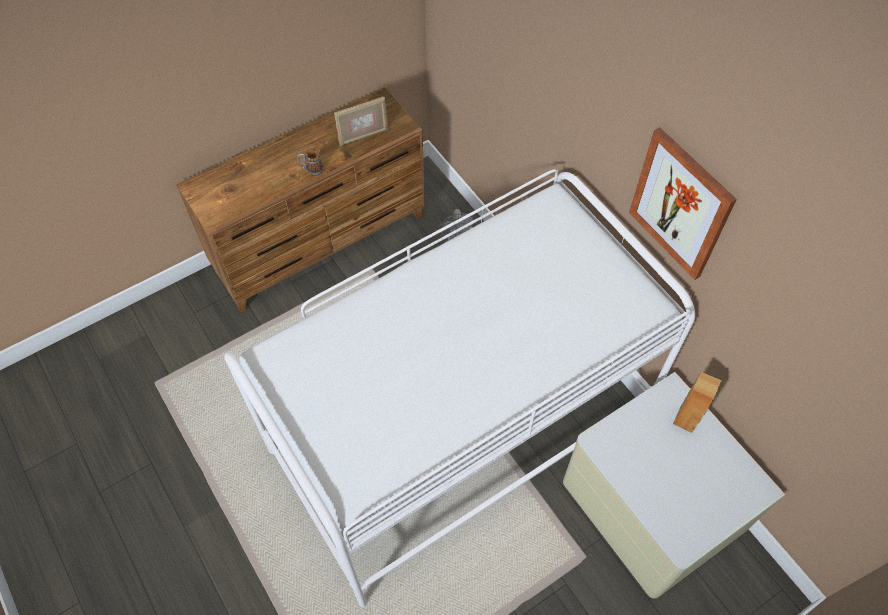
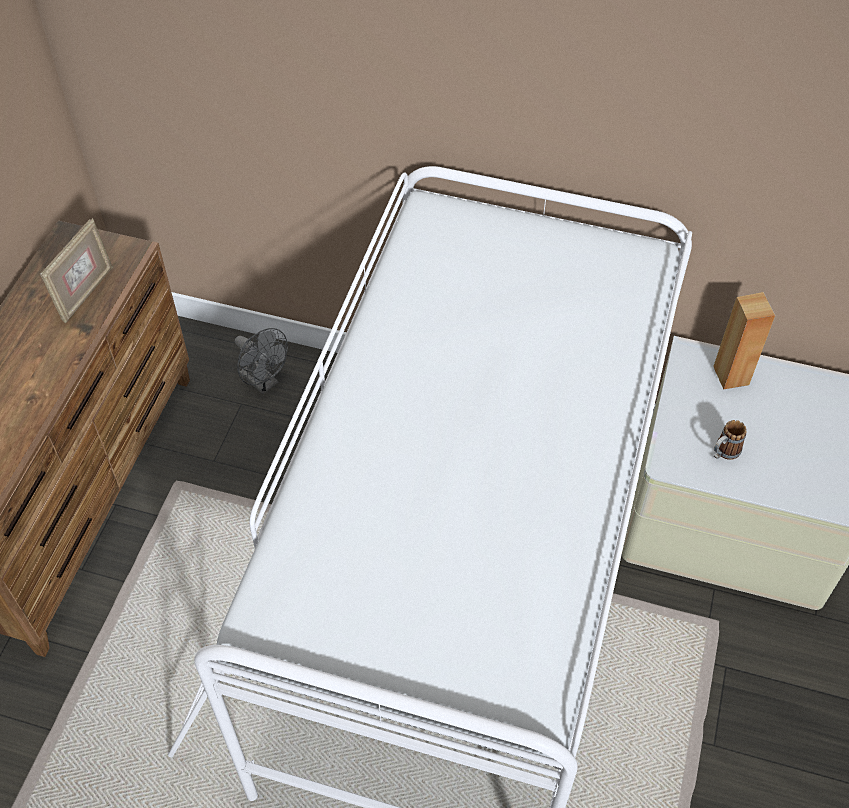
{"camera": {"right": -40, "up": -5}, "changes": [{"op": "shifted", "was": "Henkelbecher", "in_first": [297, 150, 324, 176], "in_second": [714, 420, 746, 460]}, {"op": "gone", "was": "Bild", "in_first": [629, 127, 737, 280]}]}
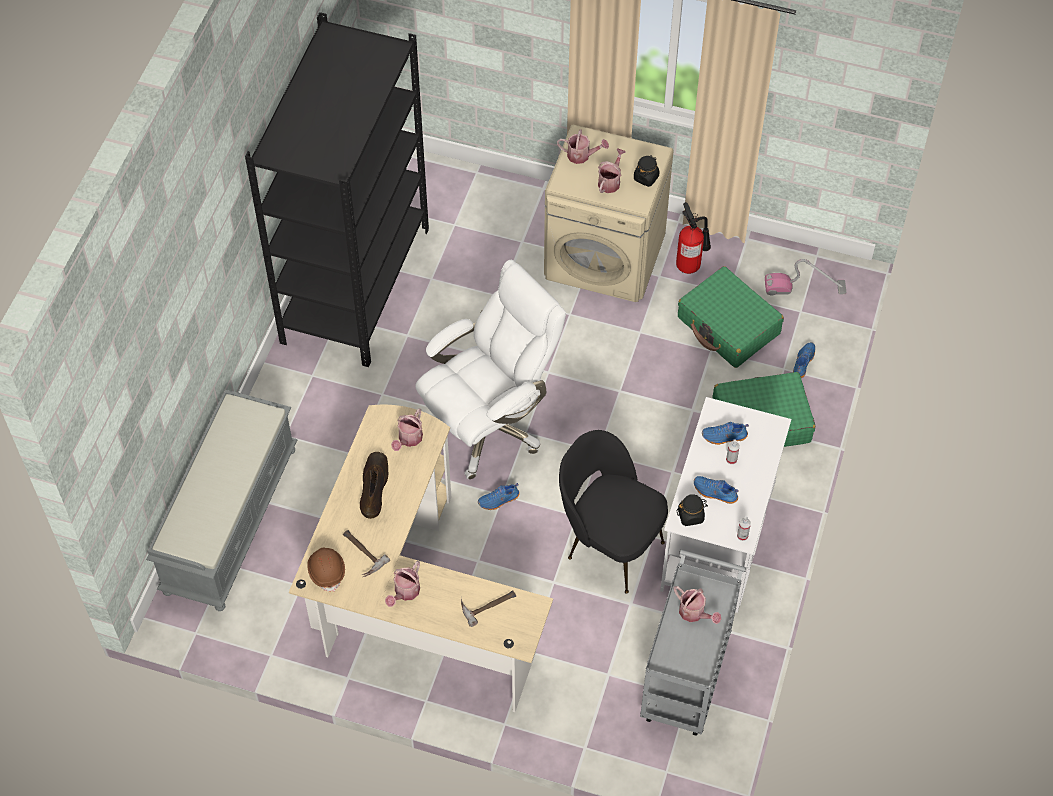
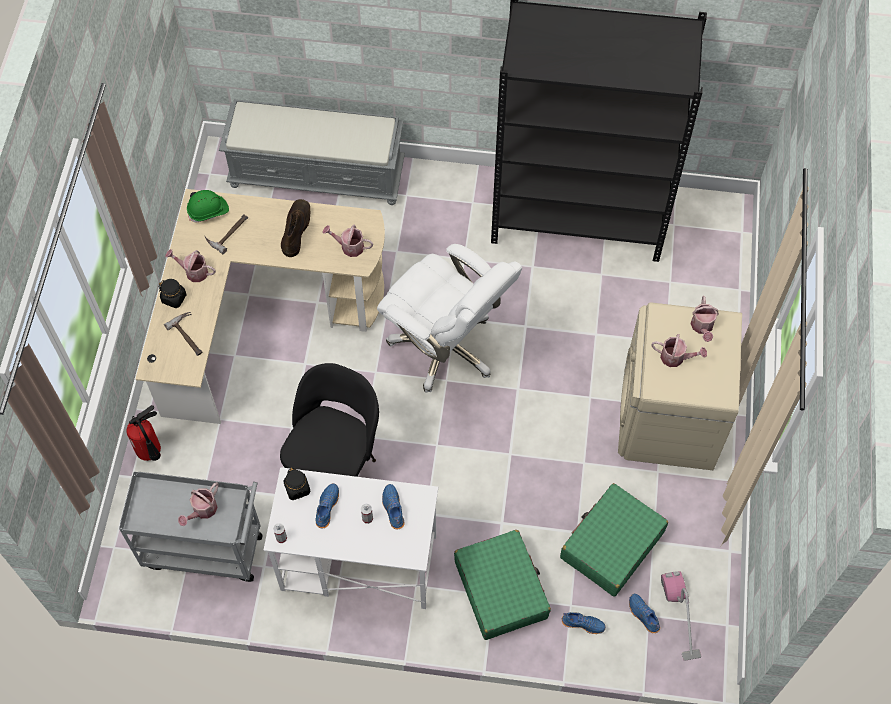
{"camera": {"right": 80, "up": 5}, "changes": [{"op": "repainted", "was": "Schutzhelm (braun)", "now": "Schutzhelm (grün)", "in_first": [307, 547, 345, 592], "in_second": [187, 190, 229, 222]}, {"op": "rotated", "was": "Stiefel (braun)", "in_first": [360, 452, 388, 519], "in_second": [281, 199, 310, 257], "clockwise": -75}, {"op": "shifted", "was": "Schuh (blau)", "in_first": [478, 483, 519, 510], "in_second": [629, 594, 660, 633]}, {"op": "shifted", "was": "Vorratsglas (schwarz)", "in_first": [634, 155, 660, 187], "in_second": [159, 279, 187, 308]}, {"op": "shifted", "was": "Feuerlöscher", "in_first": [676, 202, 711, 274], "in_second": [126, 405, 161, 461]}]}
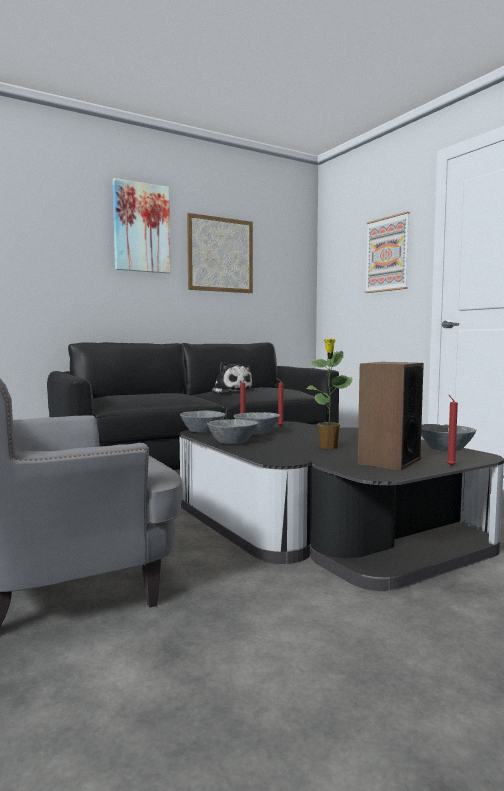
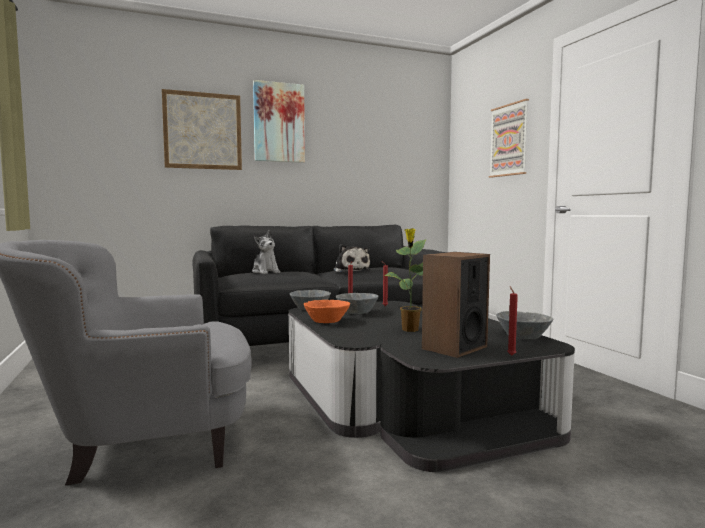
{"camera": {"right": 10, "up": 0}, "changes": [{"op": "shifted", "was": "Bild", "in_first": [187, 213, 253, 293], "in_second": [162, 89, 242, 170]}, {"op": "repainted", "was": "Schüssel (grau)", "now": "Schüssel (orange)", "in_first": [207, 419, 258, 444], "in_second": [304, 300, 350, 323]}, {"op": "new", "now": "Plüschtier", "in_second": [252, 230, 280, 274]}]}
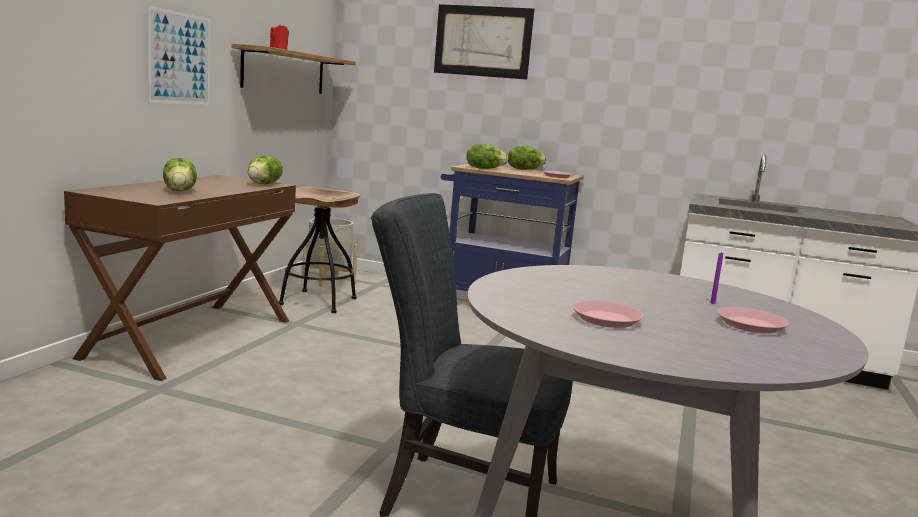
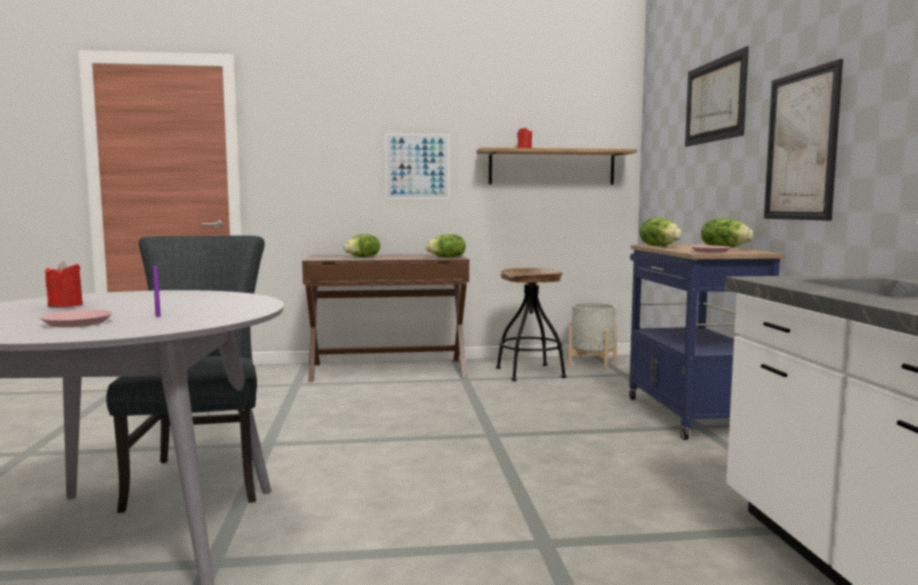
{"camera": {"right": 65, "up": -5}, "changes": [{"op": "swapped", "was": "Teller (rosa)", "now": "Kerze (rot)", "in_first": [573, 301, 643, 328], "in_second": [45, 261, 83, 307]}, {"op": "new", "now": "Bild", "in_second": [764, 59, 843, 221]}]}
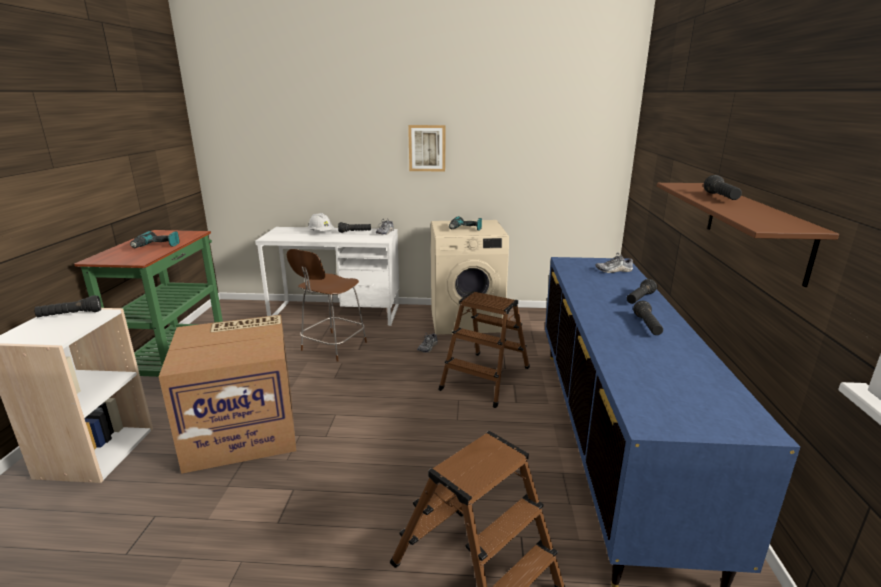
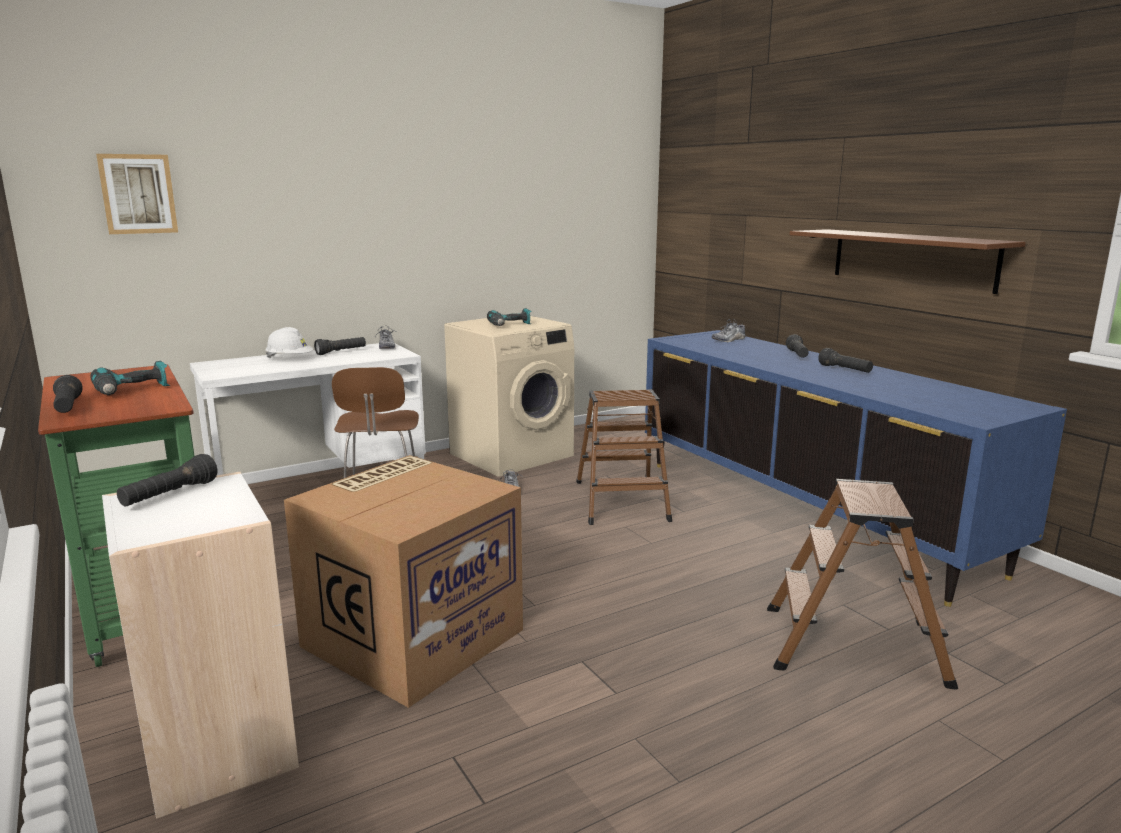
{"camera": {"right": -35, "up": -5}, "changes": [{"op": "shifted", "was": "Bild", "in_first": [408, 125, 445, 172], "in_second": [96, 154, 178, 234]}, {"op": "shifted", "was": "Taschenlampe (schwarz)", "in_first": [704, 175, 742, 200], "in_second": [53, 375, 82, 413]}]}
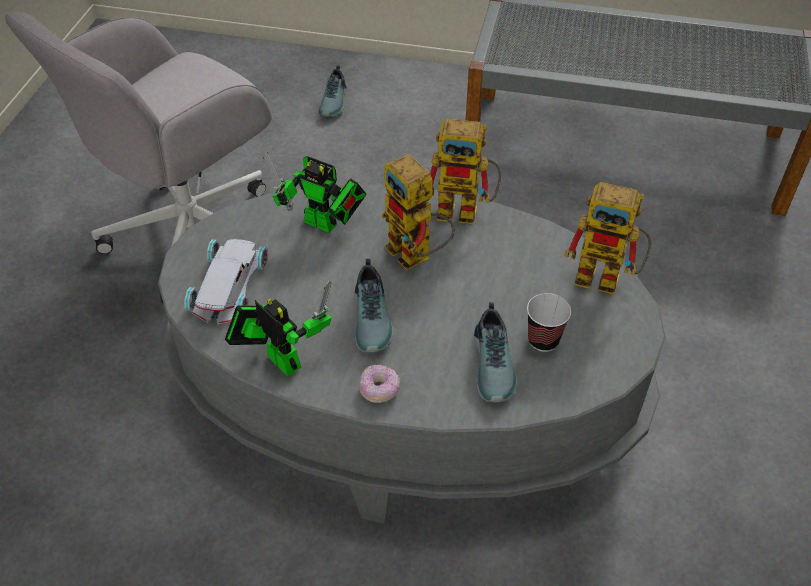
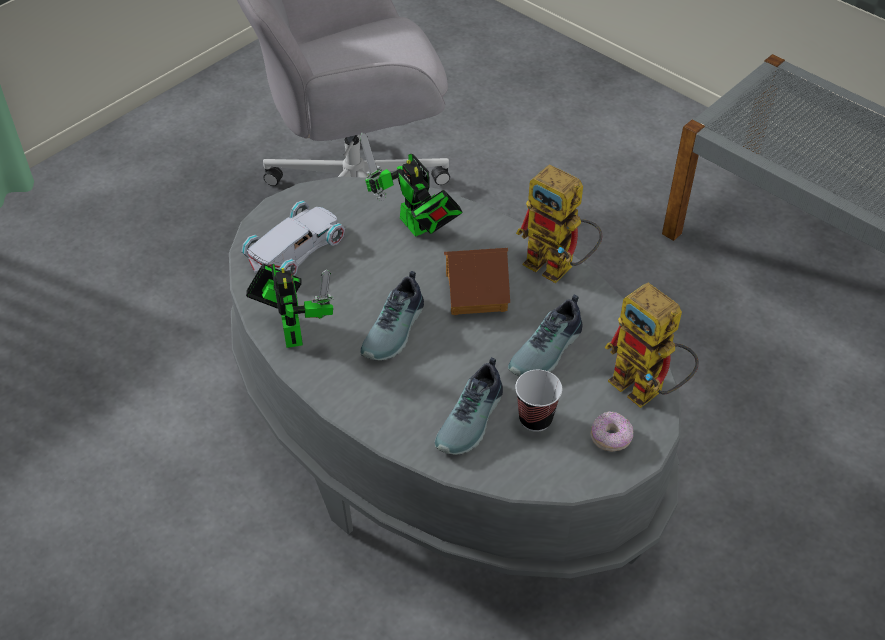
{"camera": {"right": 30, "up": 0}, "changes": [{"op": "shifted", "was": "Schuh", "in_first": [319, 65, 347, 117], "in_second": [508, 294, 582, 377]}, {"op": "shifted", "was": "Donut", "in_first": [359, 364, 400, 403], "in_second": [591, 411, 633, 452]}, {"op": "swapped", "was": "Spielzeugroboter", "now": "Spielzeughaus", "in_first": [382, 154, 455, 271], "in_second": [444, 248, 510, 315]}]}
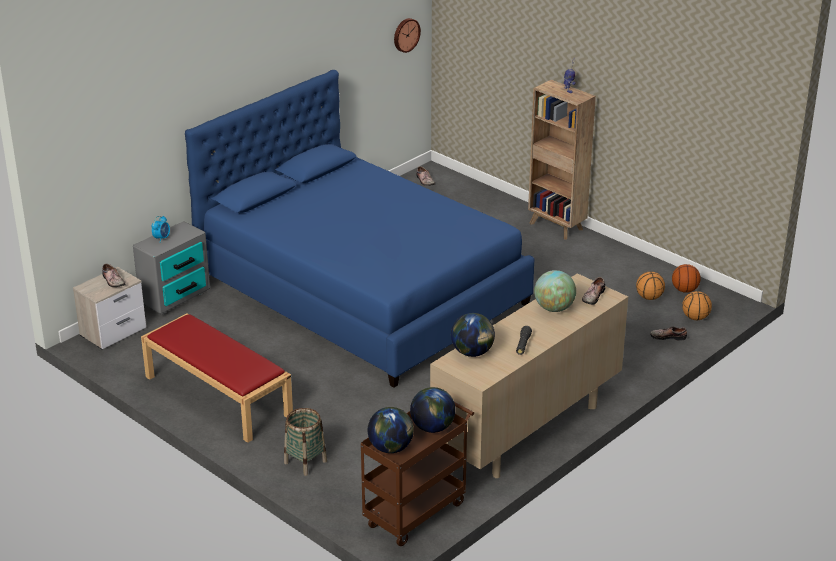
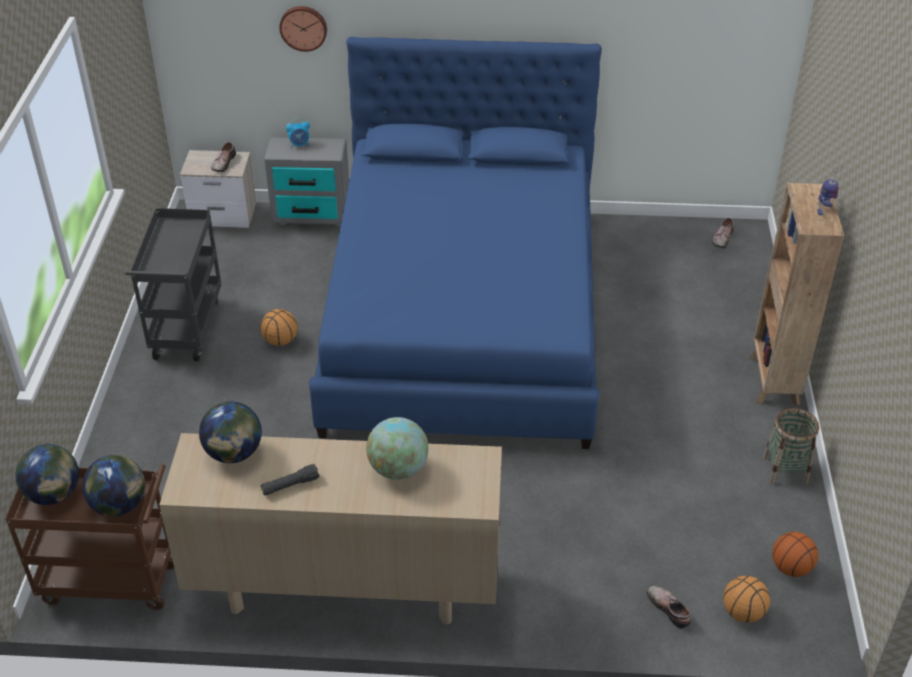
{"camera": {"right": 50, "up": 10}, "changes": [{"op": "swapped", "was": "Bank (rot)", "now": "Rollwagen (grau)", "in_first": [141, 313, 293, 443], "in_second": [125, 208, 222, 361]}, {"op": "shifted", "was": "Korb", "in_first": [284, 408, 327, 476], "in_second": [763, 408, 819, 485]}, {"op": "shifted", "was": "Wanduhr", "in_first": [394, 18, 421, 53], "in_second": [279, 6, 327, 52]}, {"op": "gone", "was": "Schuh", "in_first": [582, 277, 605, 305]}, {"op": "shifted", "was": "Basketball", "in_first": [636, 272, 665, 300], "in_second": [261, 309, 298, 346]}]}
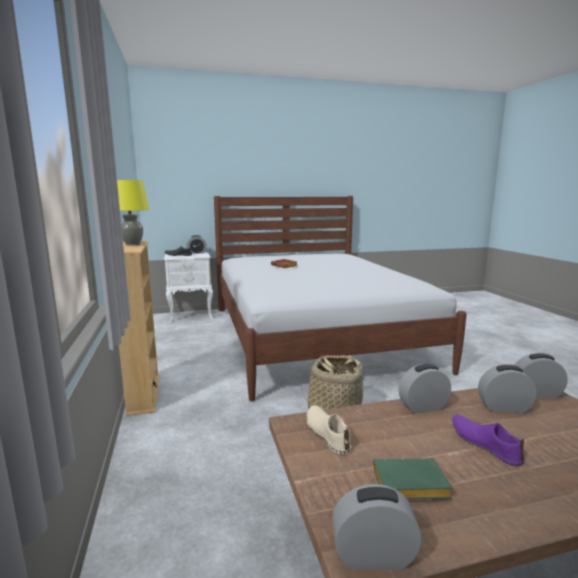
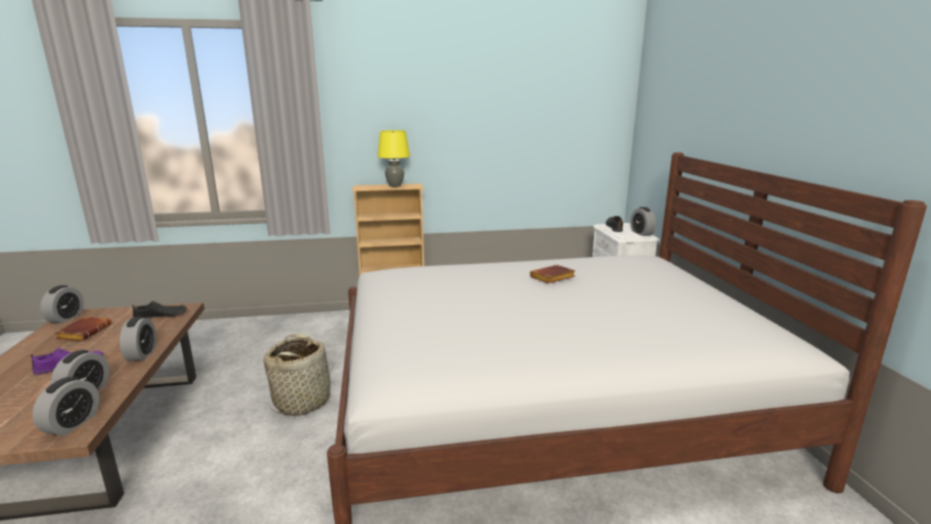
{"camera": {"right": 95, "up": 5}, "changes": [{"op": "repainted", "was": "Schuh (beige)", "now": "Schuh (schwarz)", "in_first": [306, 405, 352, 455], "in_second": [132, 301, 187, 319]}, {"op": "repainted", "was": "Buch (grün)", "now": "Buch (braun)", "in_first": [373, 458, 453, 499], "in_second": [55, 317, 111, 341]}]}
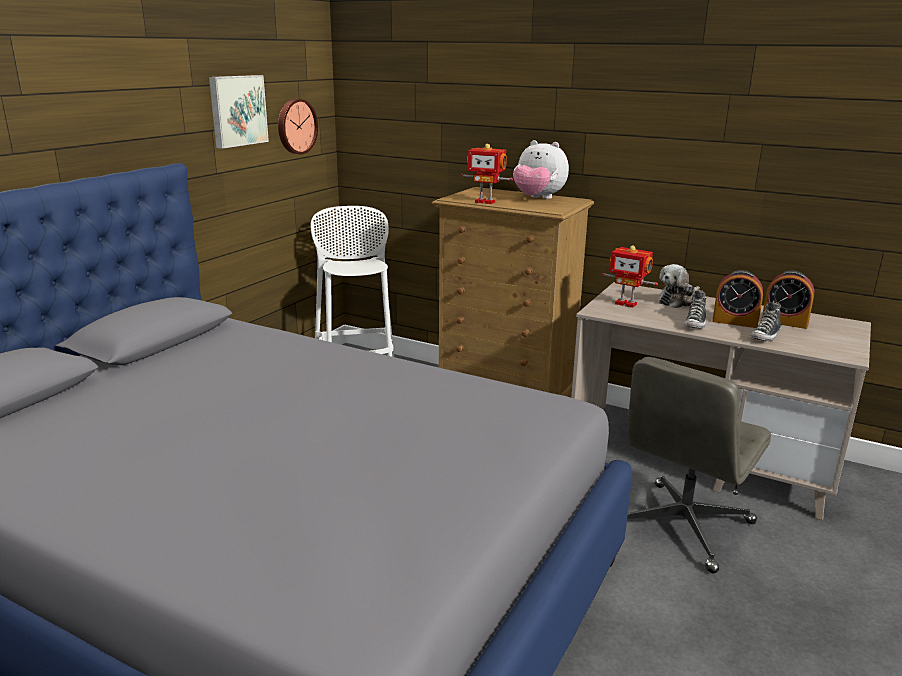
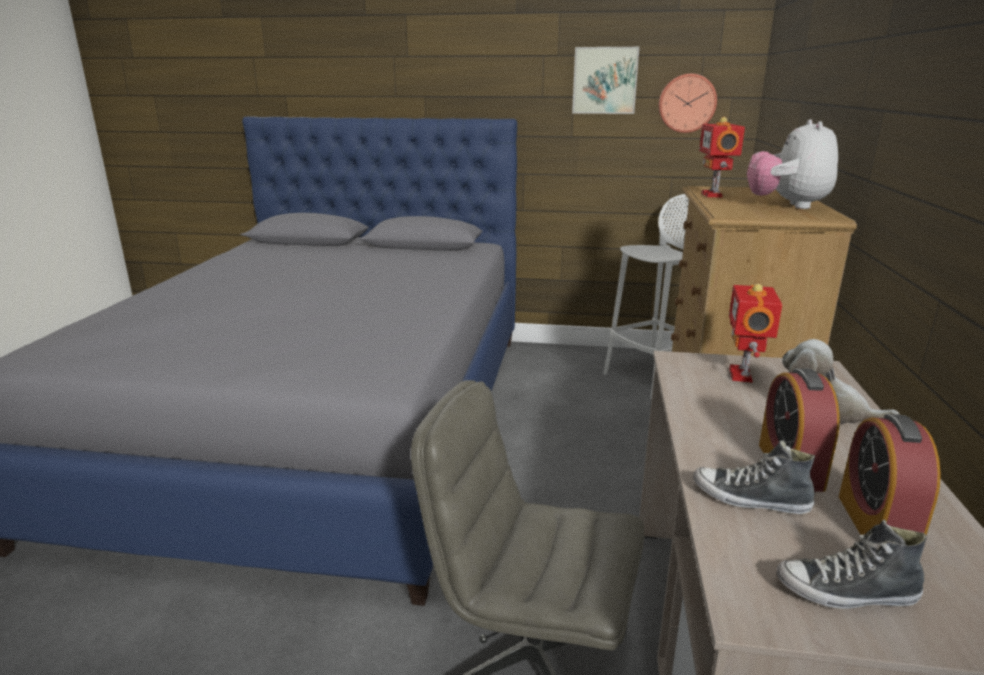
{"camera": {"right": 70, "up": 0}, "changes": [{"op": "shifted", "was": "Schuh", "in_first": [684, 290, 706, 328], "in_second": [776, 520, 927, 609]}]}
